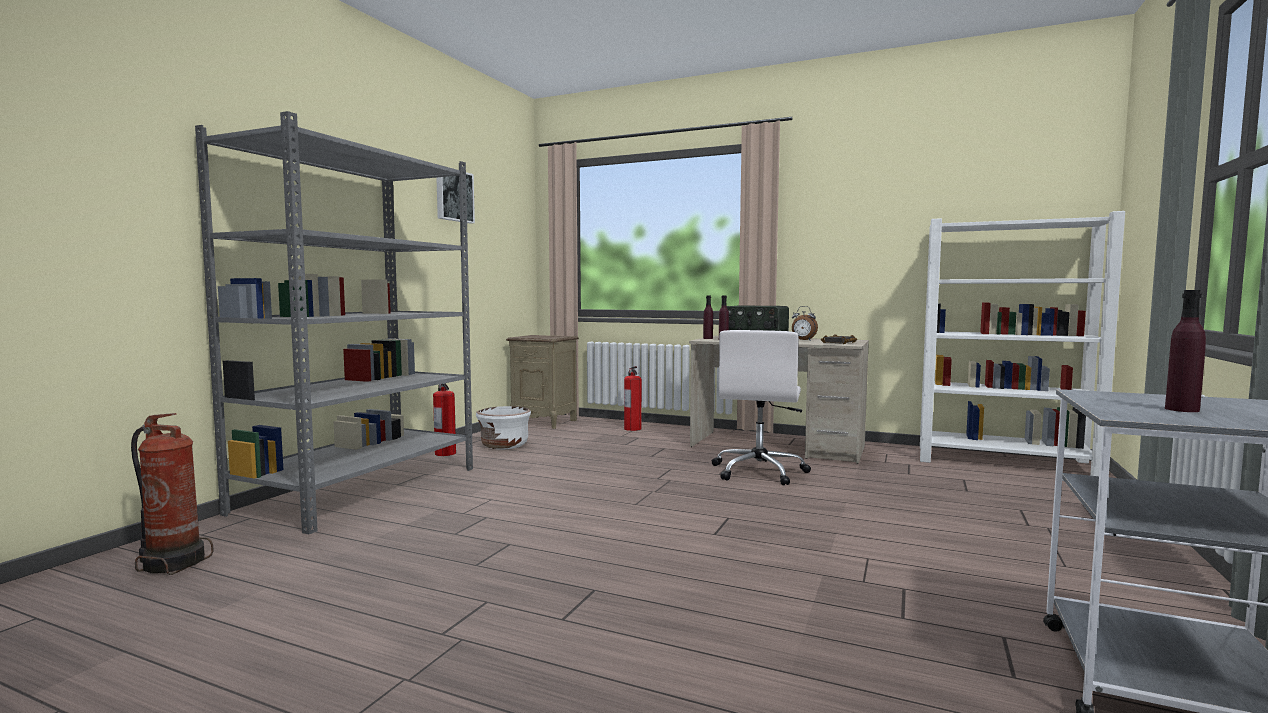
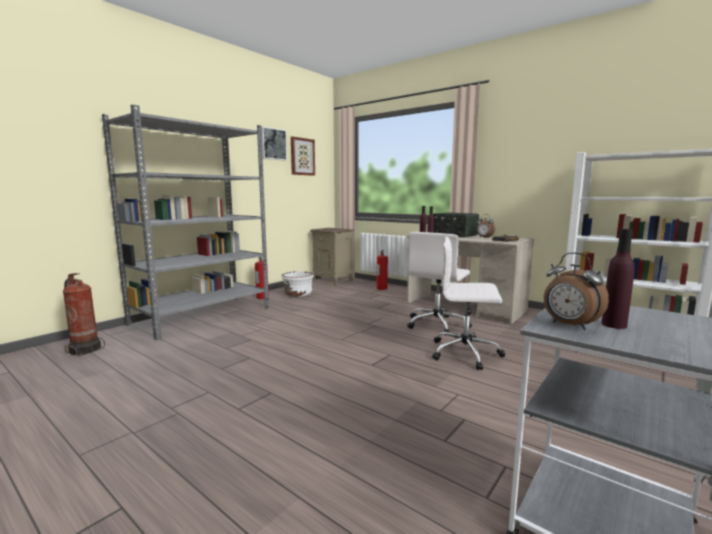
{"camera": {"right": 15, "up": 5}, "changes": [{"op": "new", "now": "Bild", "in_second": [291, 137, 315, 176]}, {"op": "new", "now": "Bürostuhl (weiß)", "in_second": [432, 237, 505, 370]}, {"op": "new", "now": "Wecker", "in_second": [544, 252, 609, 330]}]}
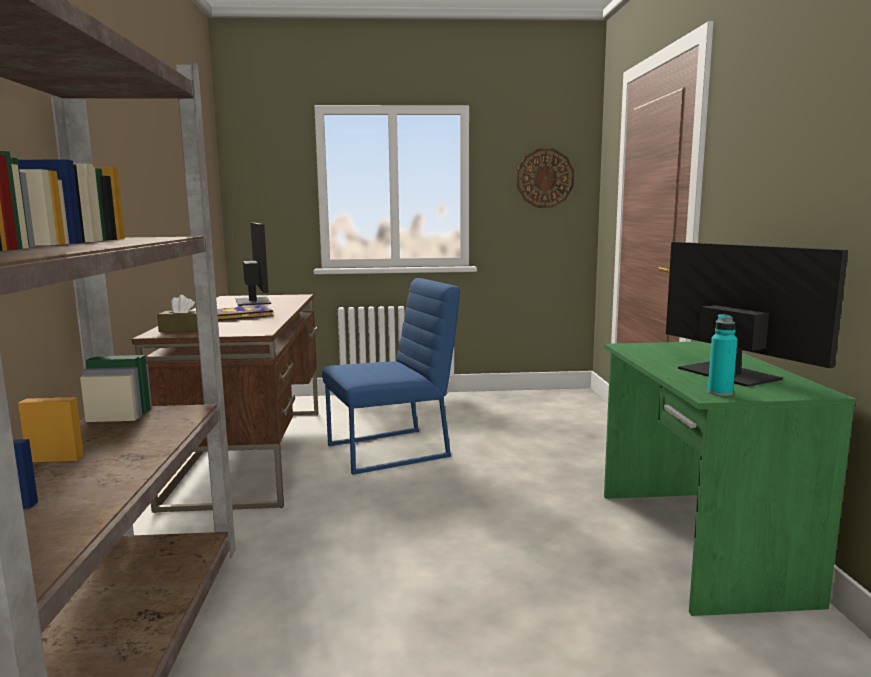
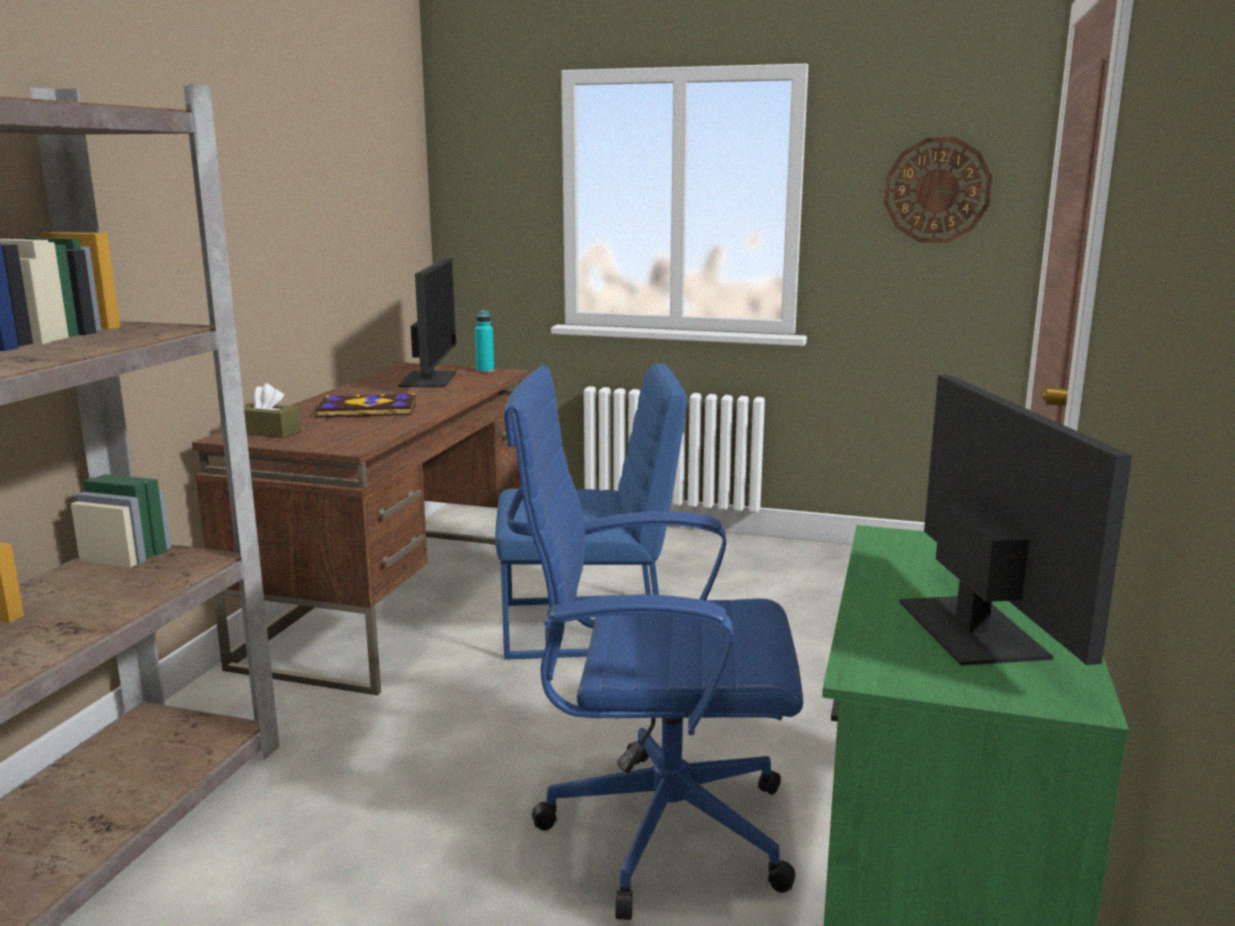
{"camera": {"right": 20, "up": 5}, "changes": [{"op": "shifted", "was": "Flasche (türkis)", "in_first": [708, 314, 737, 396], "in_second": [475, 310, 494, 373]}, {"op": "new", "now": "Bürostuhl (blau)", "in_second": [504, 365, 803, 920]}]}
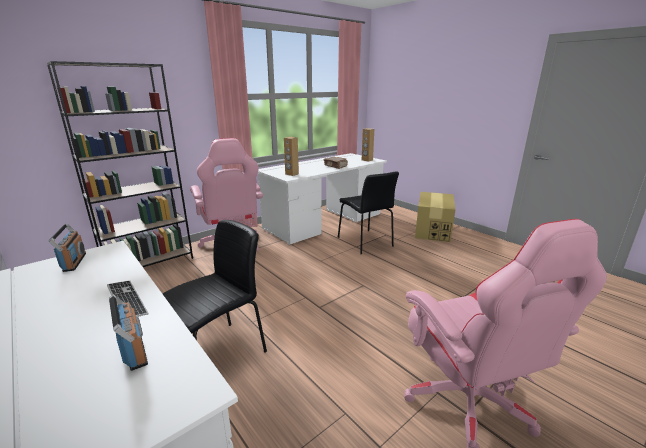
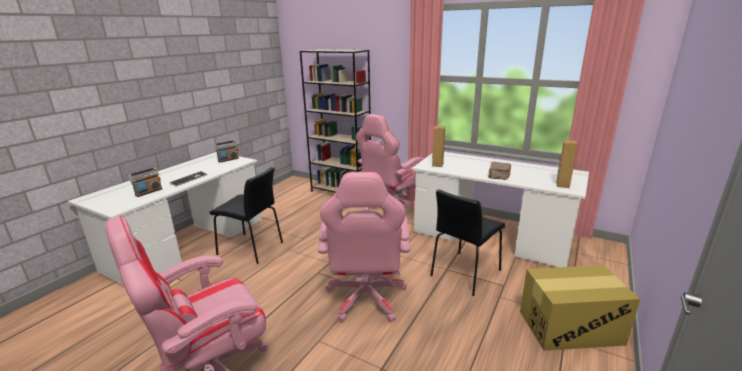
{"camera": {"right": 70, "up": 0}, "changes": [{"op": "new", "now": "Bürostuhl (rosa)", "in_second": [318, 172, 410, 322]}]}
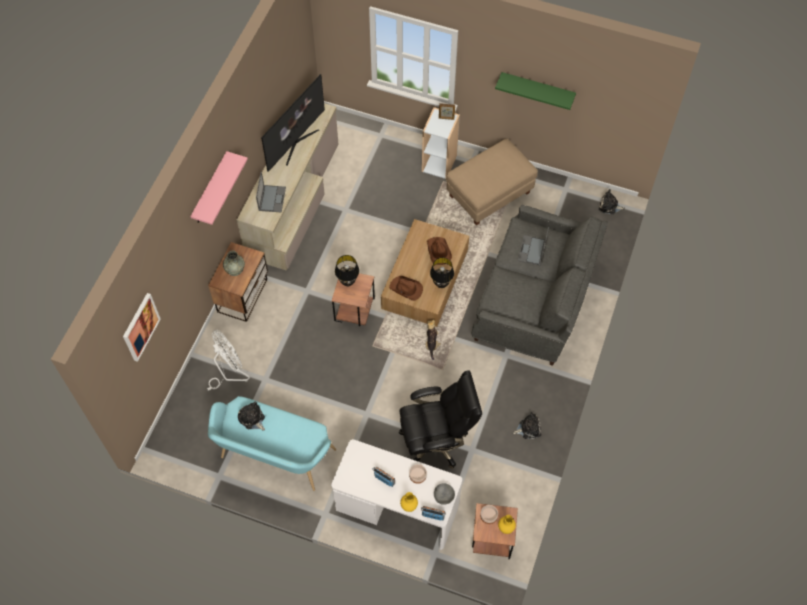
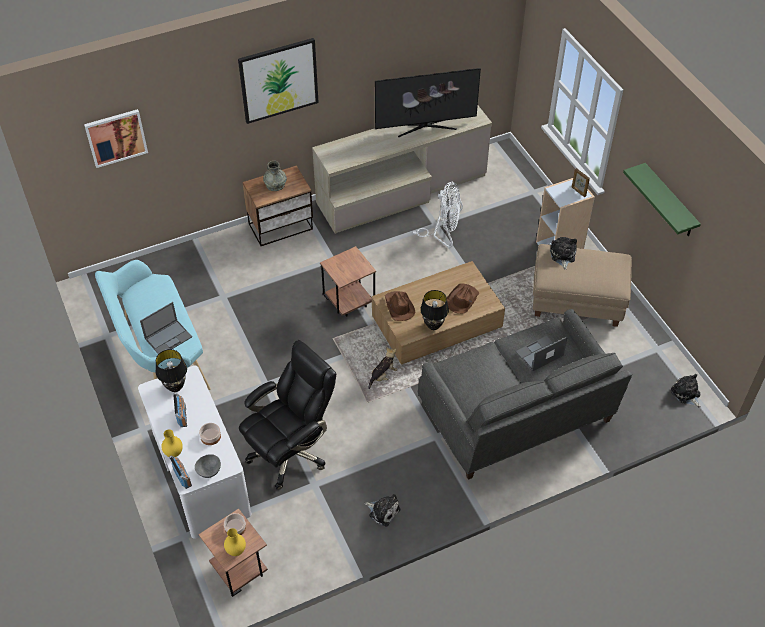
{"camera": {"right": 45, "up": -10}, "changes": [{"op": "swapped", "was": "Wandregal (rosa)", "now": "Bild", "in_first": [190, 151, 248, 225], "in_second": [238, 38, 319, 124]}, {"op": "shifted", "was": "Ventilator (weiß)", "in_first": [207, 330, 250, 391], "in_second": [412, 182, 463, 249]}, {"op": "shifted", "was": "Plüschtier", "in_first": [238, 401, 265, 430], "in_second": [550, 237, 577, 270]}, {"op": "shifted", "was": "Laptop", "in_first": [256, 171, 286, 213], "in_second": [140, 302, 192, 354]}, {"op": "shifted", "was": "Tischlampe (schwarz)", "in_first": [335, 255, 359, 286], "in_second": [155, 349, 187, 392]}, {"op": "rotated", "was": "Bürostuhl (schwarz)", "in_first": [399, 370, 482, 468], "in_second": [239, 340, 336, 490], "clockwise": -75}]}
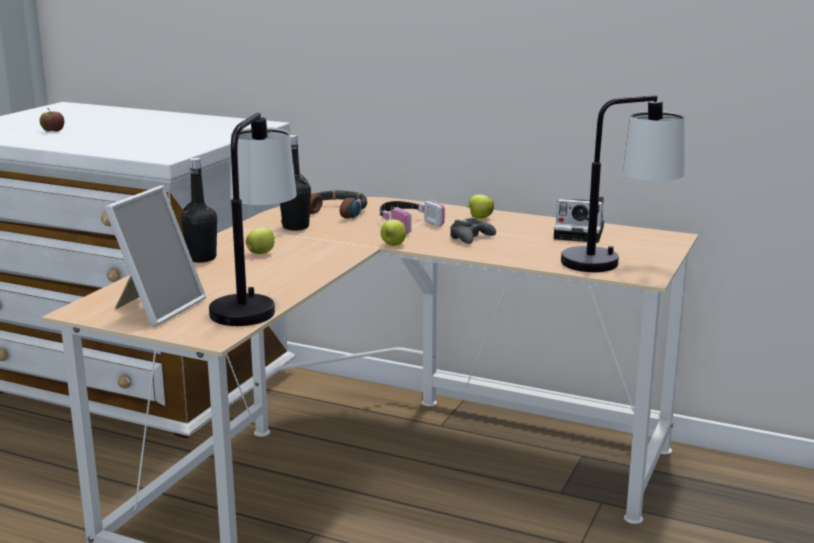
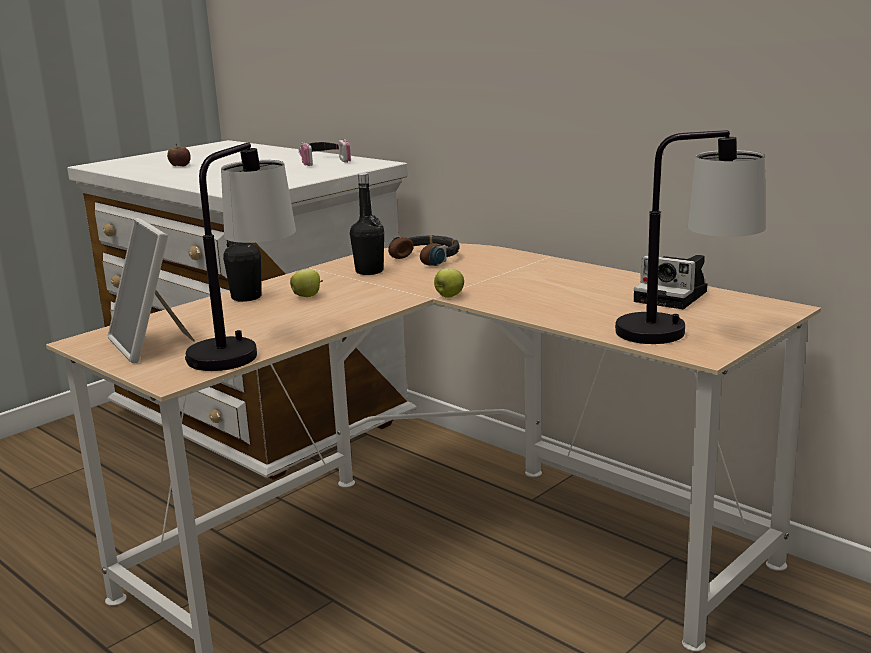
{"camera": {"right": 20, "up": 0}, "changes": [{"op": "rotated", "was": "Bilderrahmen", "in_first": [104, 185, 206, 327], "in_second": [108, 218, 195, 363], "clockwise": 105}, {"op": "shifted", "was": "Kopfhörer", "in_first": [380, 199, 445, 234], "in_second": [299, 139, 351, 166]}, {"op": "gone", "was": "Gamepad (schwarz)", "in_first": [450, 218, 496, 244]}, {"op": "gone", "was": "Apfel", "in_first": [466, 194, 494, 219]}]}
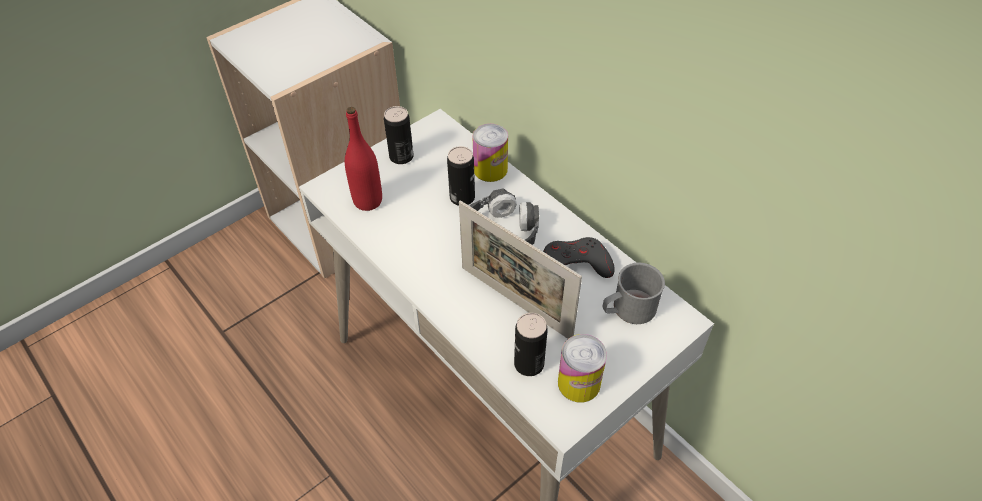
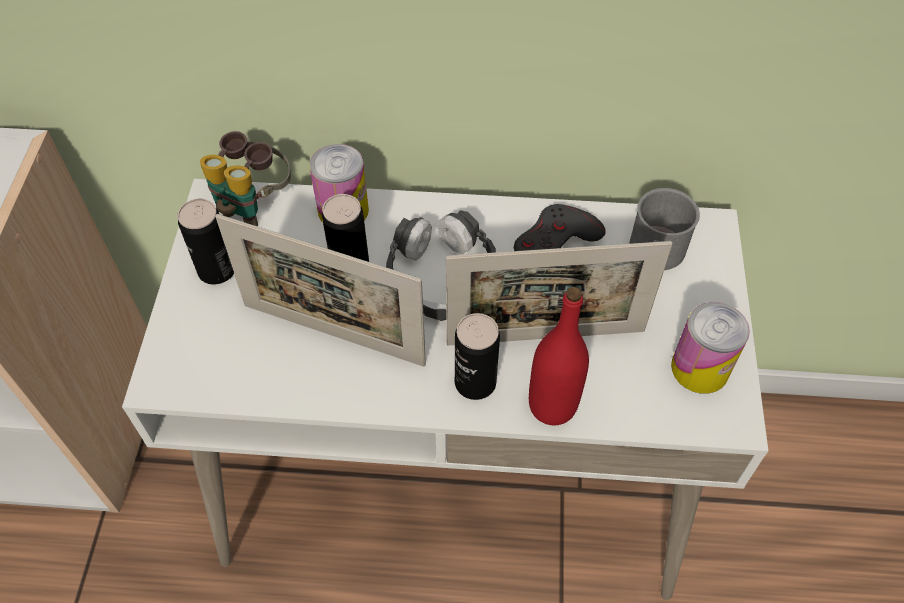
{"camera": {"right": -45, "up": 5}, "changes": [{"op": "shifted", "was": "Flasche (rot)", "in_first": [345, 107, 382, 211], "in_second": [529, 287, 589, 425]}, {"op": "shifted", "was": "Dose", "in_first": [514, 313, 548, 376], "in_second": [455, 313, 500, 400]}, {"op": "new", "now": "Fernglas", "in_second": [200, 131, 291, 226]}, {"op": "new", "now": "Bilderrahmen", "in_second": [215, 214, 426, 367]}]}
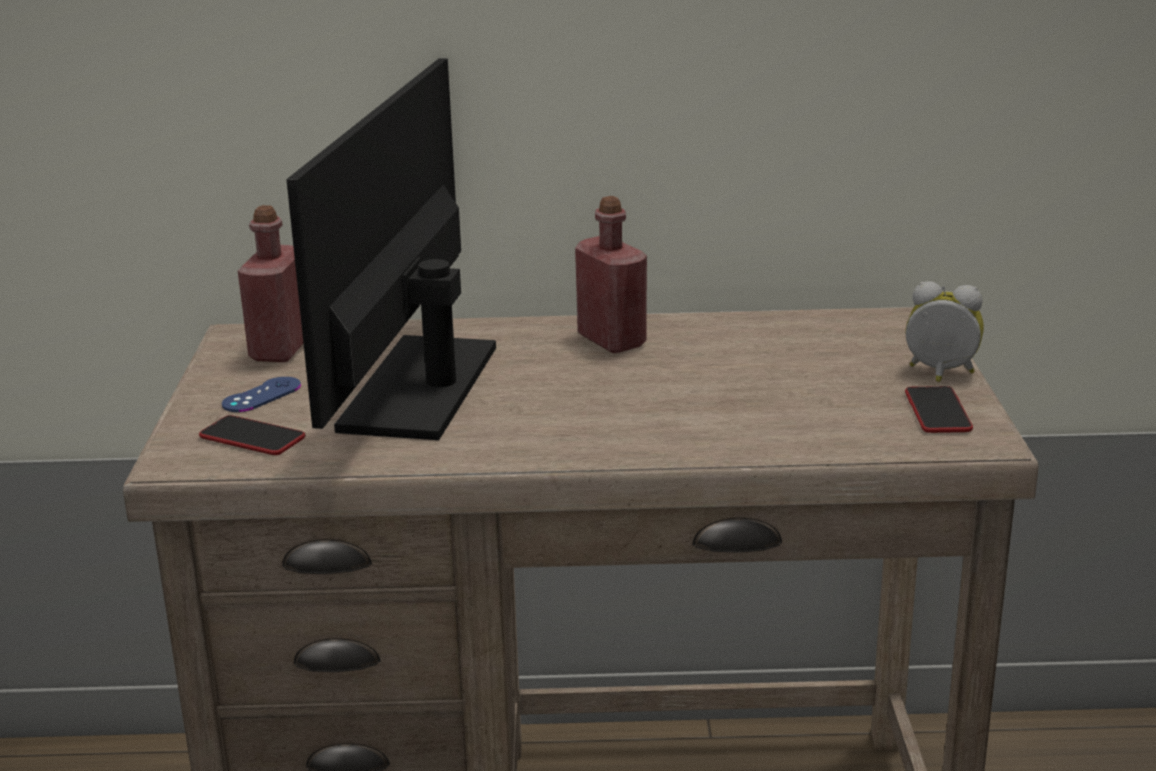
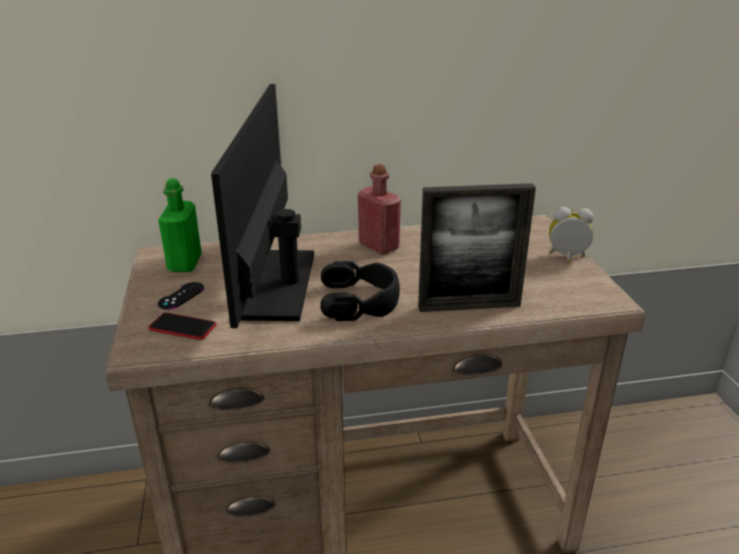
{"camera": {"right": -10, "up": 5}, "changes": [{"op": "repainted", "was": "Gamepad (blau)", "now": "Gamepad (schwarz)", "in_first": [222, 377, 301, 412], "in_second": [158, 282, 204, 309]}, {"op": "repainted", "was": "Flasche (rot)", "now": "Flasche (grün)", "in_first": [238, 205, 303, 362], "in_second": [158, 178, 202, 272]}, {"op": "gone", "was": "Handy", "in_first": [905, 386, 973, 433]}, {"op": "new", "now": "Kopfhörer (schwarz)", "in_second": [320, 261, 400, 321]}, {"op": "new", "now": "Bilderrahmen", "in_second": [418, 183, 536, 312]}]}
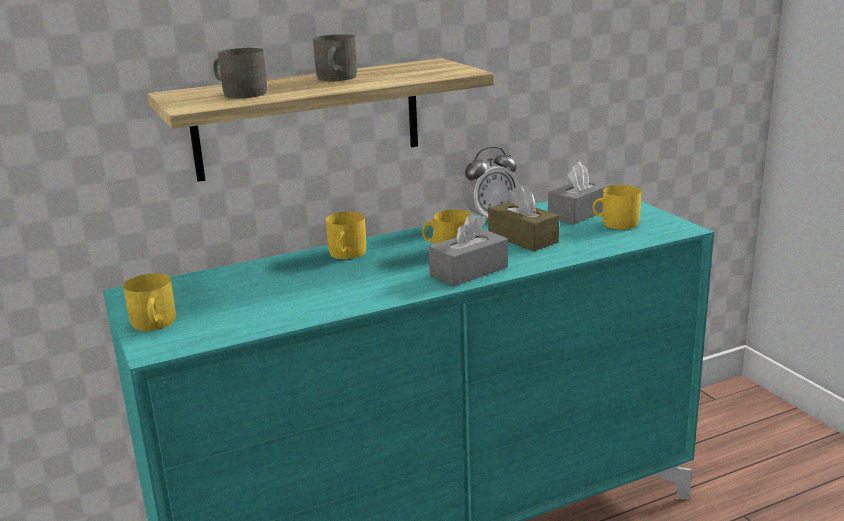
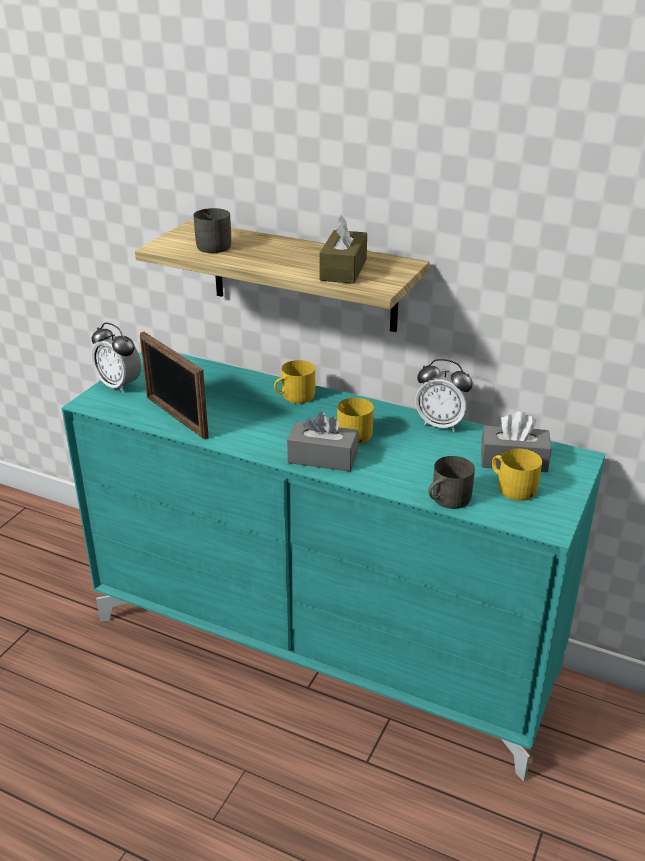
{"camera": {"right": 50, "up": 10}, "changes": [{"op": "swapped", "was": "Henkelbecher (gelb)", "now": "Wecker", "in_first": [123, 273, 176, 331], "in_second": [91, 323, 141, 393]}, {"op": "shifted", "was": "Henkelbecher (grau)", "in_first": [313, 34, 357, 81], "in_second": [428, 456, 475, 509]}, {"op": "shifted", "was": "Taschentuchbox (braun)", "in_first": [488, 185, 559, 251], "in_second": [319, 214, 367, 284]}, {"op": "new", "now": "Bilderrahmen", "in_second": [140, 332, 209, 440]}]}
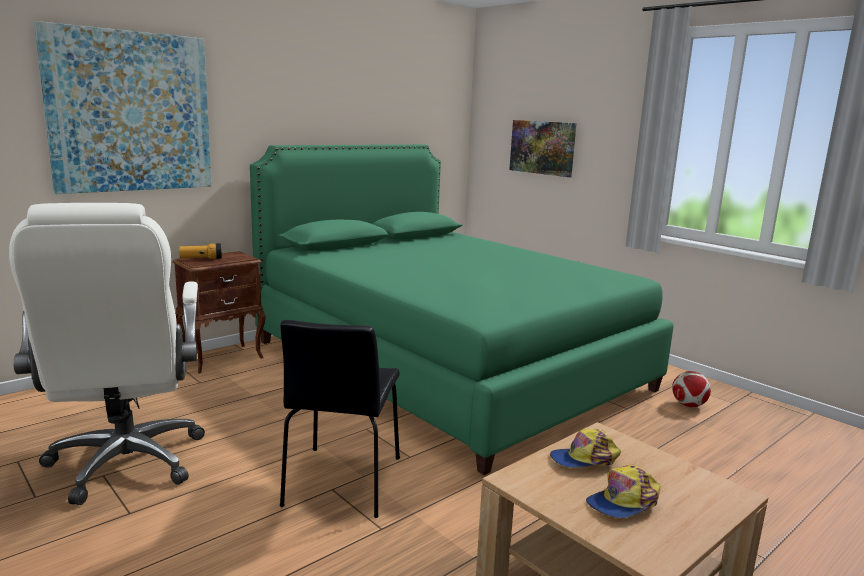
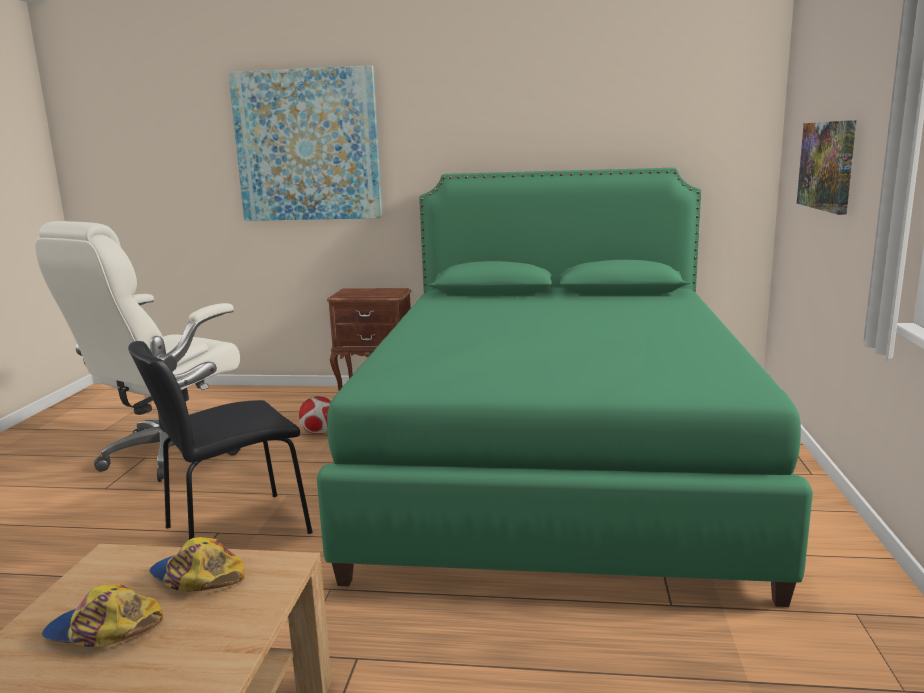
{"camera": {"right": 50, "up": 0}, "changes": [{"op": "gone", "was": "Taschenlampe", "in_first": [179, 243, 222, 259]}, {"op": "shifted", "was": "Fußball", "in_first": [672, 371, 711, 407], "in_second": [299, 396, 331, 434]}]}
